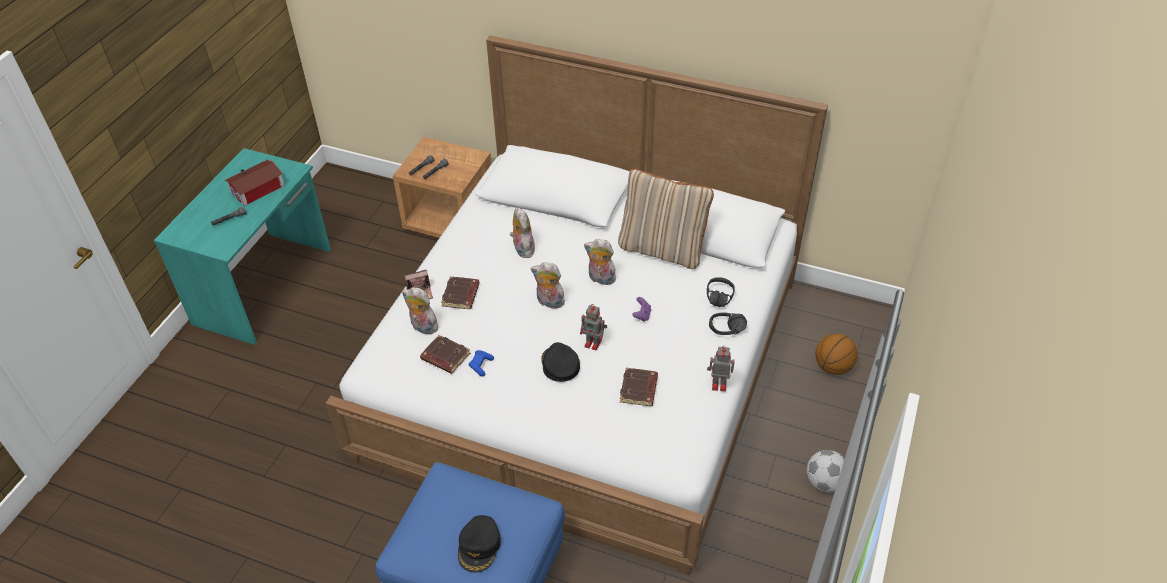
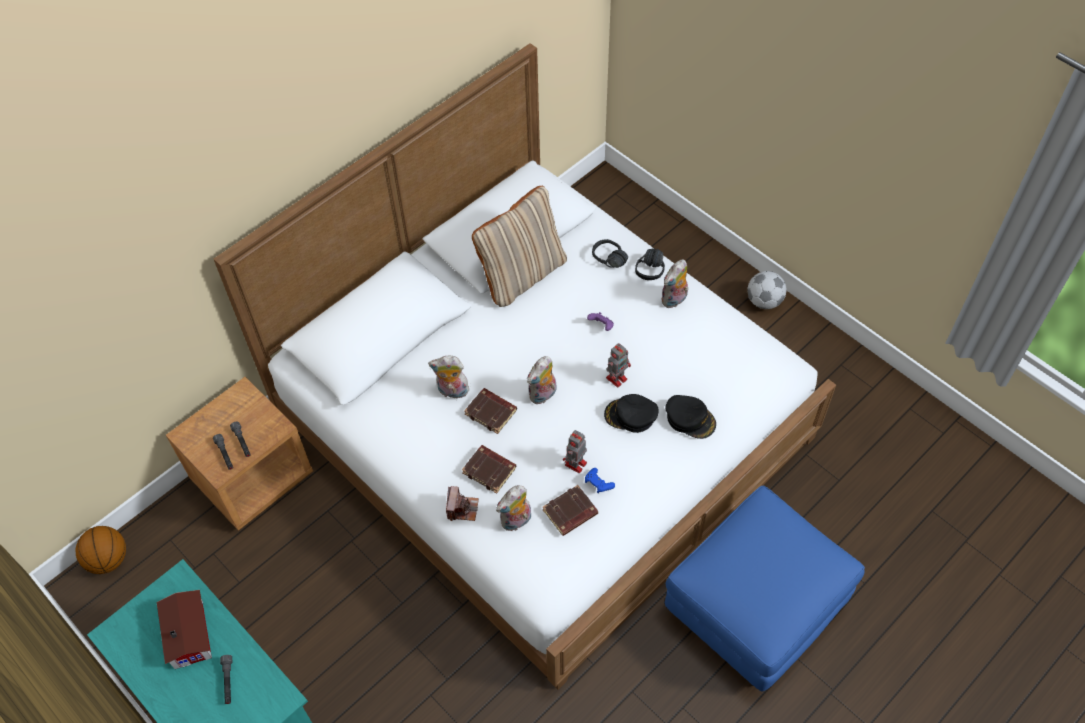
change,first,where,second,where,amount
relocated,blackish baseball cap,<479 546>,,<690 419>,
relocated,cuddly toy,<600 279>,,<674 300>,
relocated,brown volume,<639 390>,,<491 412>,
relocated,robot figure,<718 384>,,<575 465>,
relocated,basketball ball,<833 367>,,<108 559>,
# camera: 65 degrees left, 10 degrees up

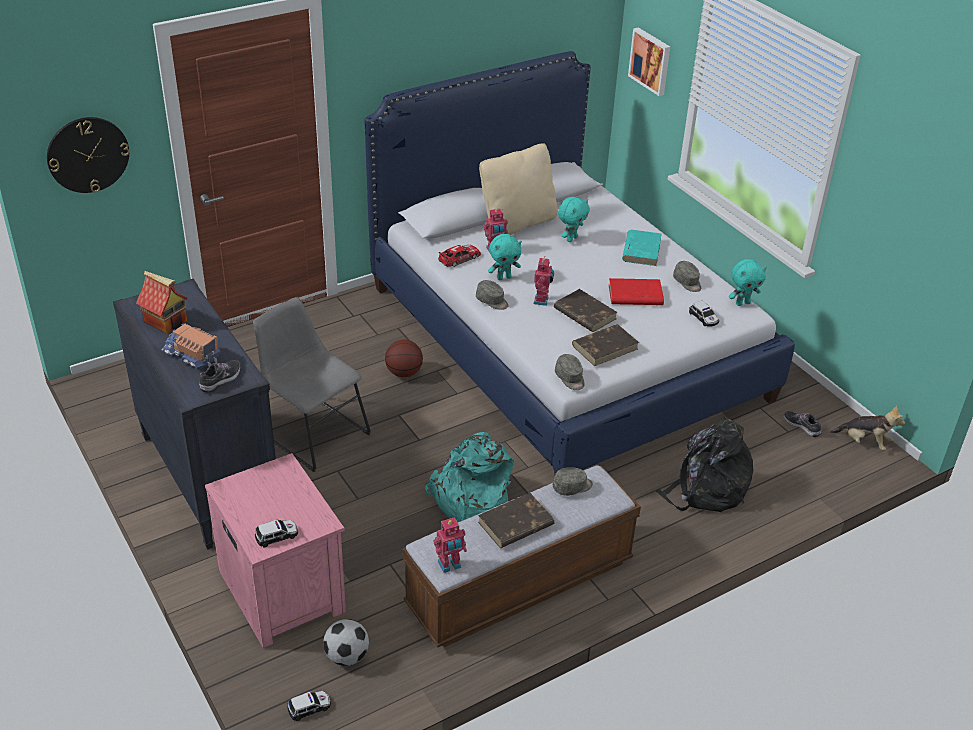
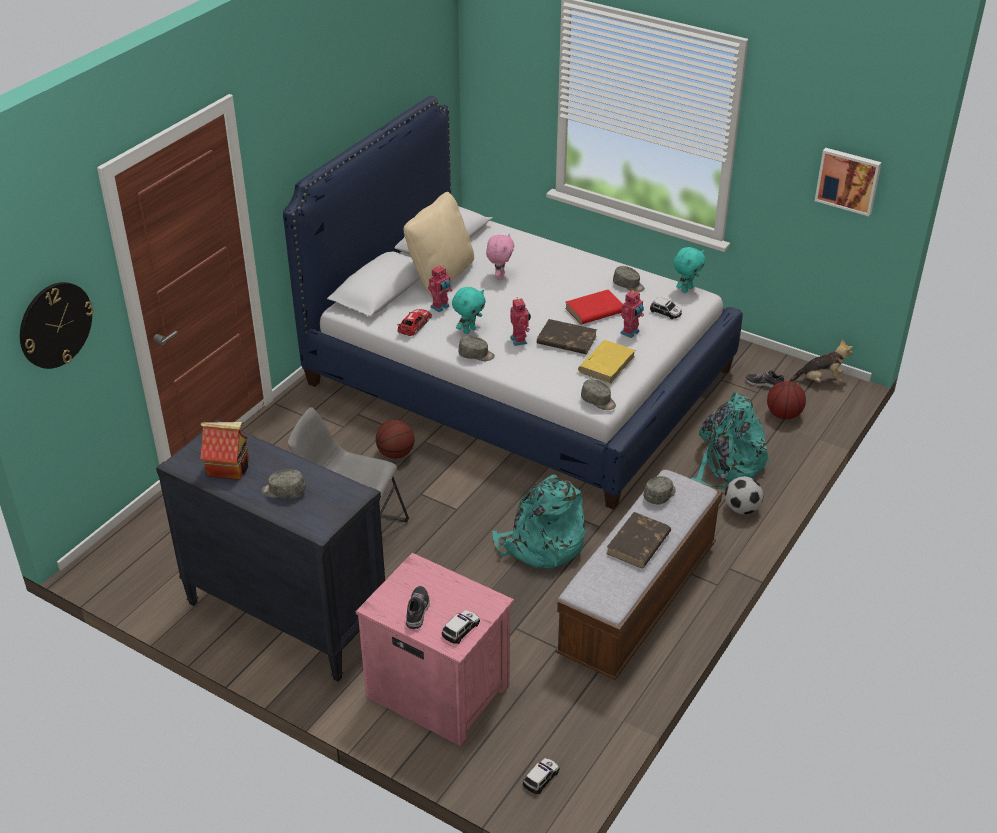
change,first,where,second,where,amount
missing,blue-green volume,<641 250>,,,
appeared,,,basketball ball,<784 415>,
relocated,low shoe,<221 380>,,<417 610>,
relocated,football ball,<347 656>,,<742 509>,
relocated,robot figure,<450 565>,,<631 333>,
relocated,picture,<651 61>,,<848 180>,
exchanged,model truck,<191 355>,grey baseball cap,<283 491>,
colour,blue-green cuddly toy,<571 238>,pink-coloured cuddly toy,<499 276>,
colour,brown volume,<605 347>,yellow volume,<606 364>,
colour,blackish knapsack,<706 489>,blue-green knapsack,<728 463>,
# camera: 25 degrees left, 0 degrees up

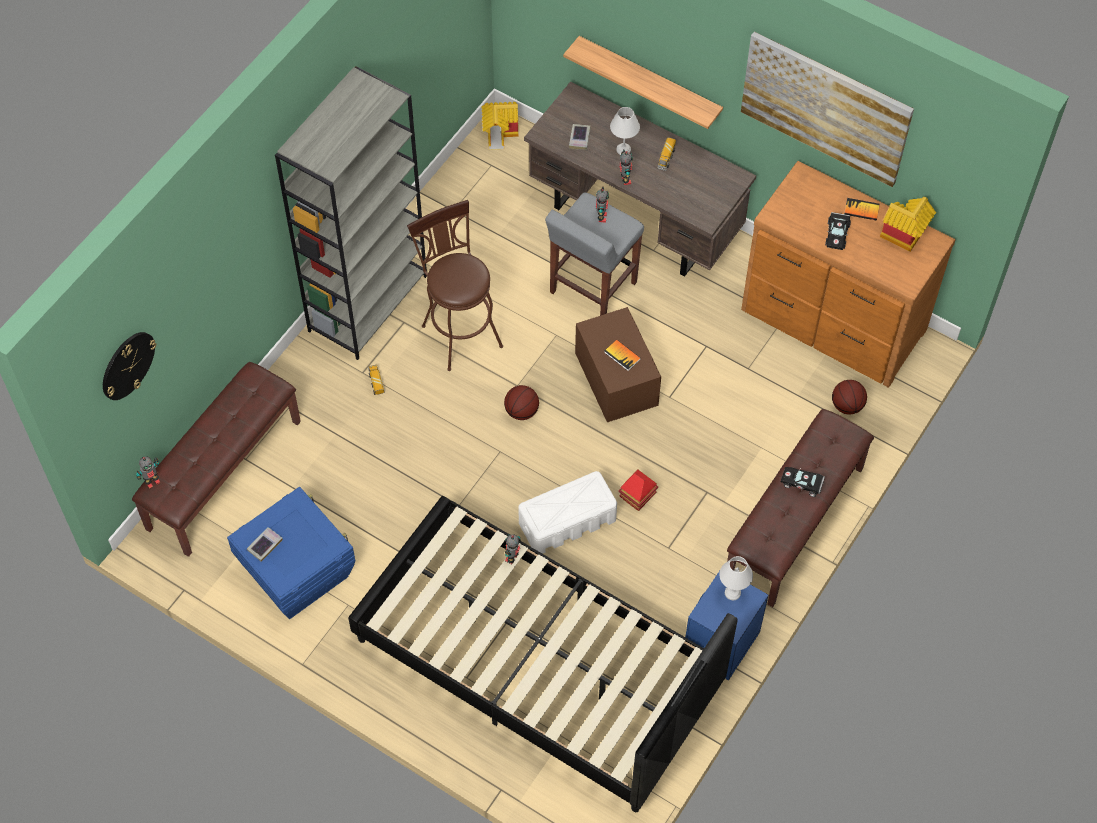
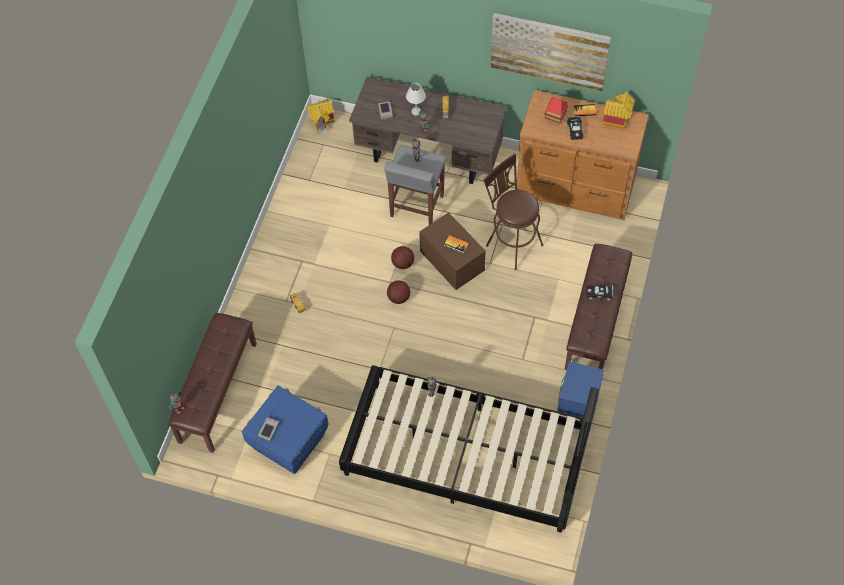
change,first,where,second,where,amount
missing,clock on the wall,<127 365>,,,
missing,grey shelving unit,<368 302>,,,
missing,white-coloured storage box,<568 521>,,,
missing,wall shelf,<649 82>,,,
missing,white-coloured lamp for a table,<733 592>,,,
relocated,brown sitting stool,<458 331>,,<511 242>,
relocated,model house,<637 498>,,<555 117>,
relocated,basketball ball,<847 406>,,<403 263>,
# camera: 15 degrees left, 0 degrees up

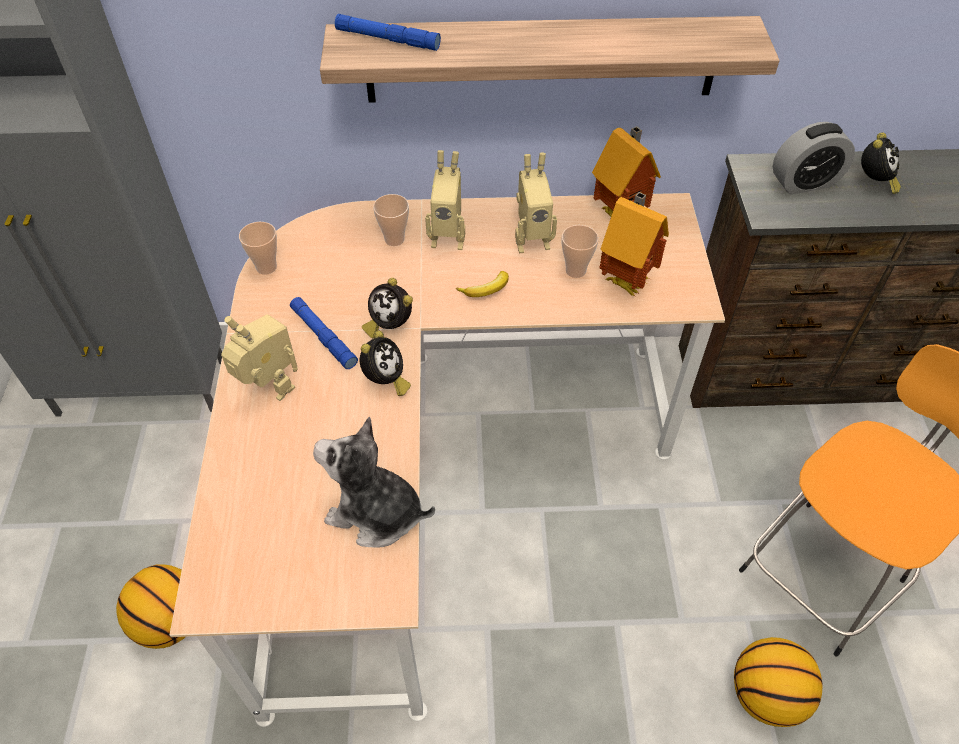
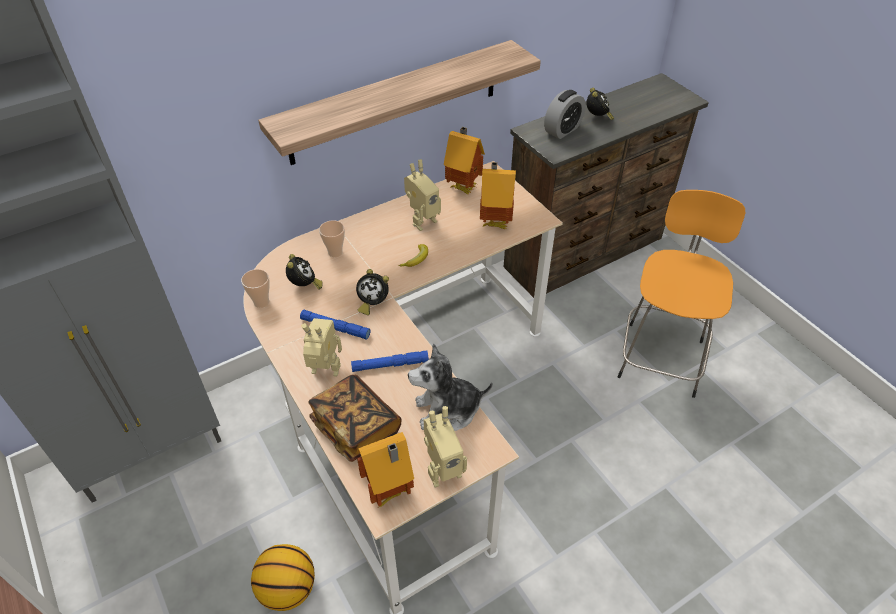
change,first,where,second,where,amount
missing,cup,<575 270>,,,
missing,basketball ball,<766 695>,,,
appeared,,,volume,<356 427>,
appeared,,,model house,<389 493>,
relocated,blue-coloured torch,<387 39>,,<390 365>,
relocated,bedside clock,<385 381>,,<304 286>,
relocated,robot figure,<448 238>,,<442 470>,
# camera: 30 degrees left, 5 degrees down

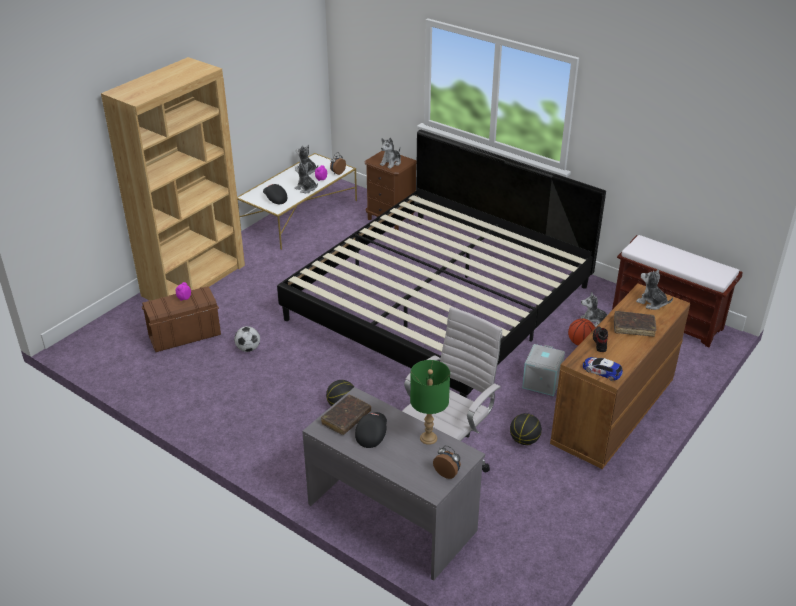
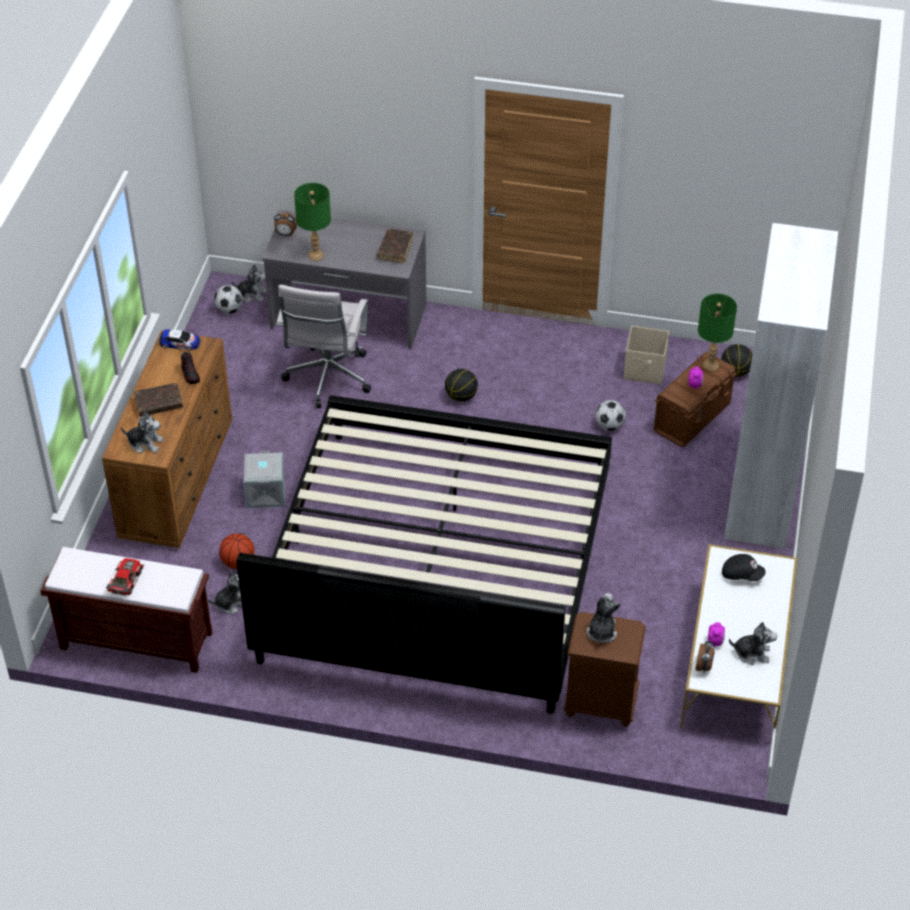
change,first,where,second,where,amount
missing,blackish baseball cap,<371 434>,,,
appeared,,,toy car,<124 580>,
appeared,,,football ball,<229 310>,
appeared,,,beige storage box,<645 370>,
appeared,,,green lamp for a table,<710 365>,
relocated,cuddly toy,<306 189>,,<252 294>,
relocated,basketball ball,<524 440>,,<735 372>,
colour,brown shelving unit,<194 280>,white-coloured shelving unit,<761 494>,
# camera: 155 degrees right, 10 degrees up

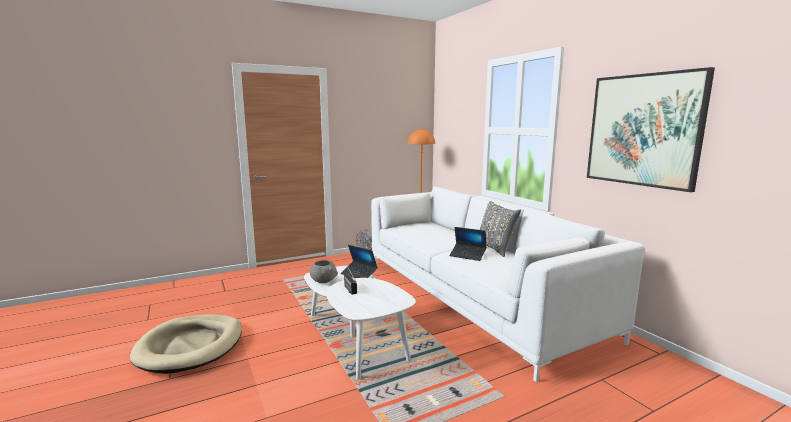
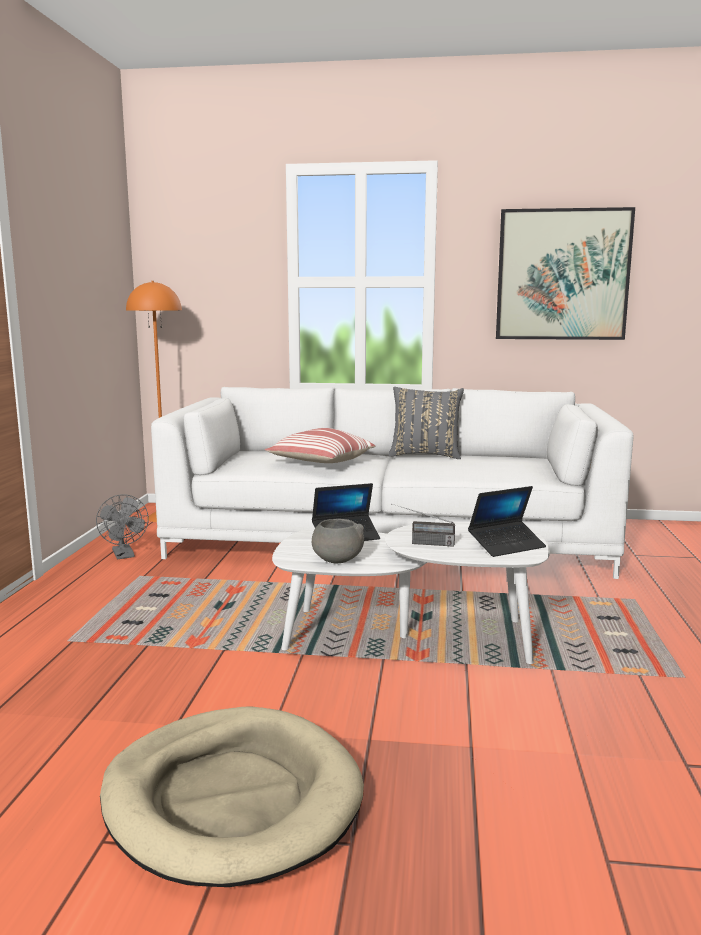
change,first,where,second,where,amount
appeared,,,pillow,<320 463>,
relocated,laptop,<468 255>,,<506 545>,
# camera: 55 degrees left, 0 degrees up

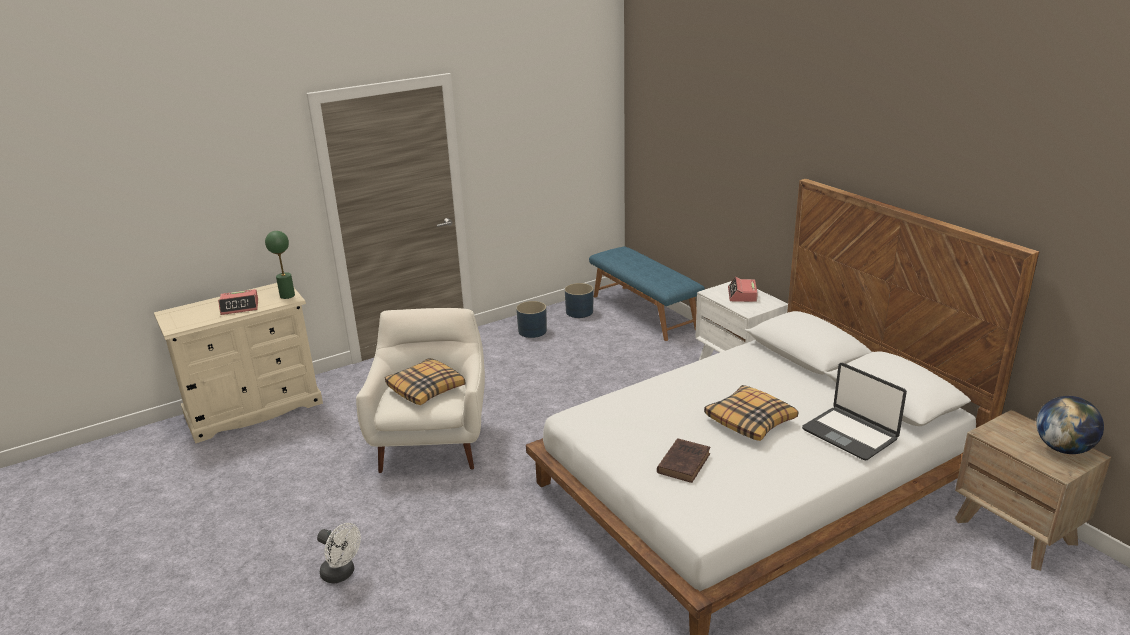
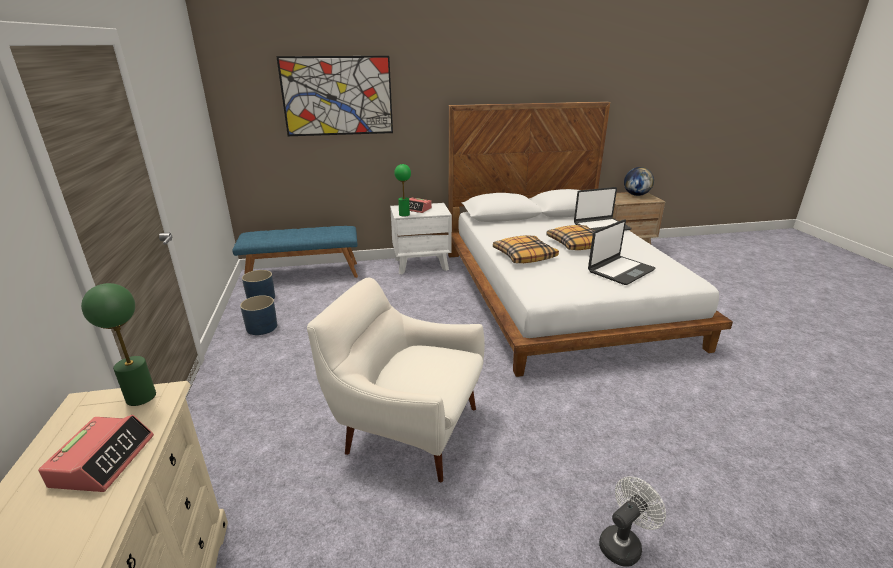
change,first,where,second,where,amount
appeared,,,picture,<337 96>,
appeared,,,green lamp for a table,<404 214>,
relocated,pillow,<426 389>,,<524 256>,
exchanged,brown volume,<684 462>,laptop,<620 270>,
# camera: 70 degrees left, 0 degrees up

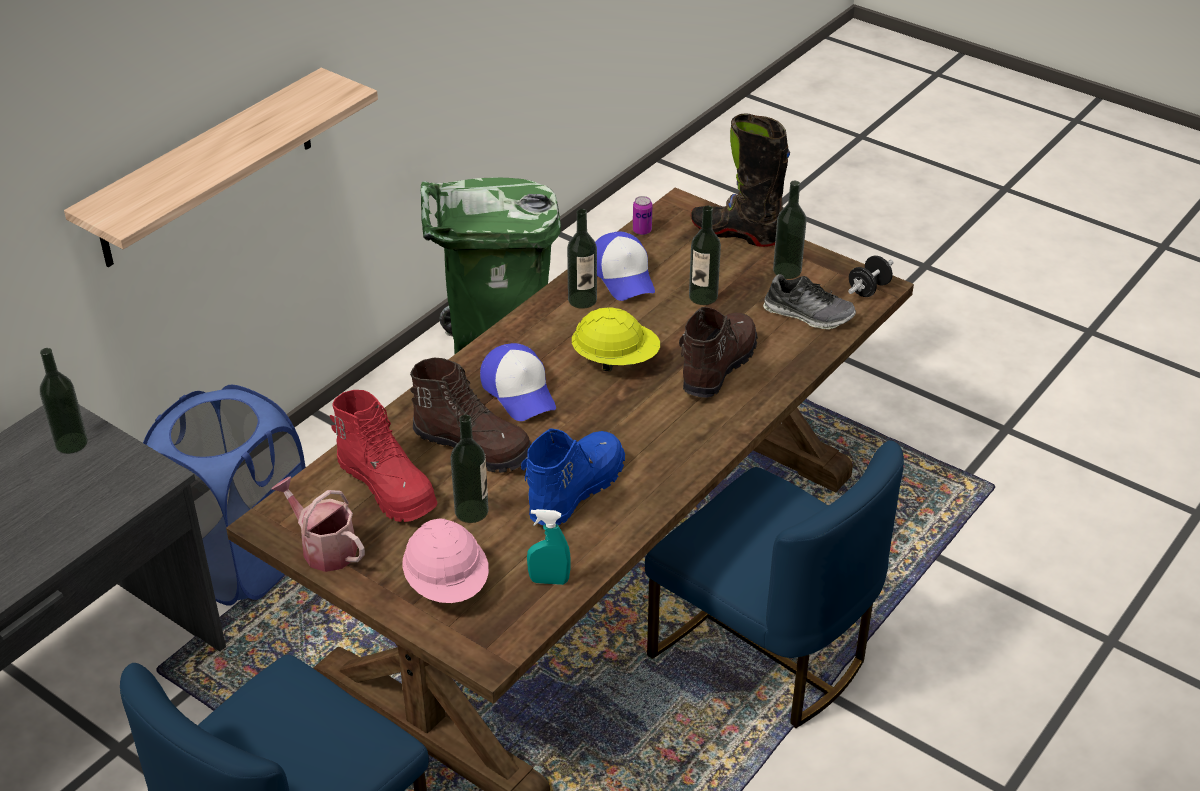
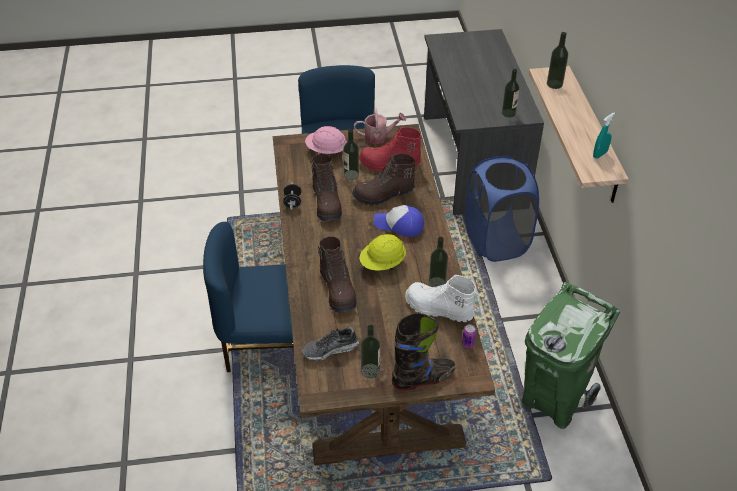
change,first,where,second,where,amount
relocated,blue-green sprayer,<549 580>,,<600 154>,
relocated,drink bottle,<703 296>,,<554 84>,
relocated,blackish hand weight,<868 289>,,<292 202>,
exchanged,baseball cap,<623 276>,white-coloured boot,<438 309>,
colour,blue-coloured boot,<574 490>,brown boot,<327 203>,
# camera: 135 degrees right, 5 degrees up

